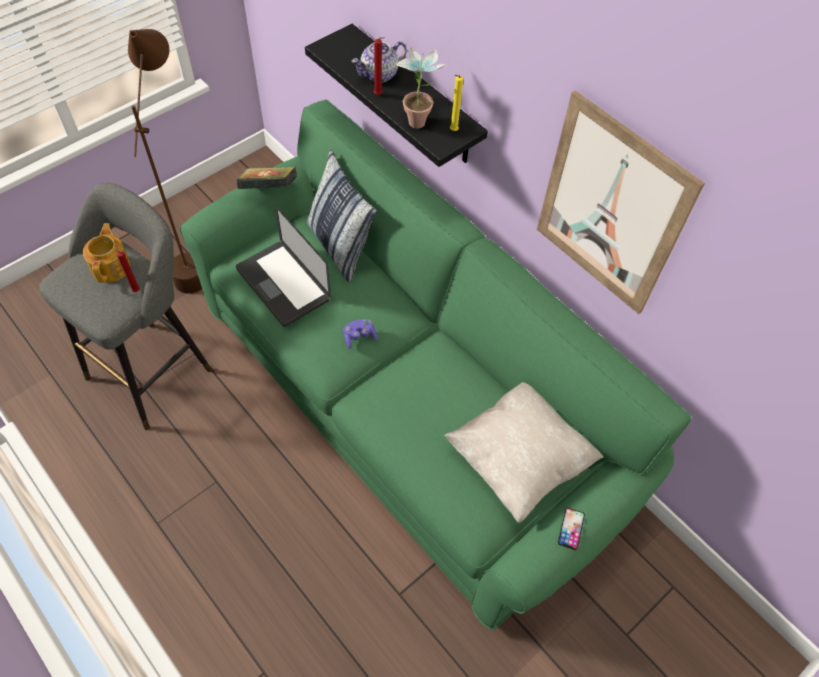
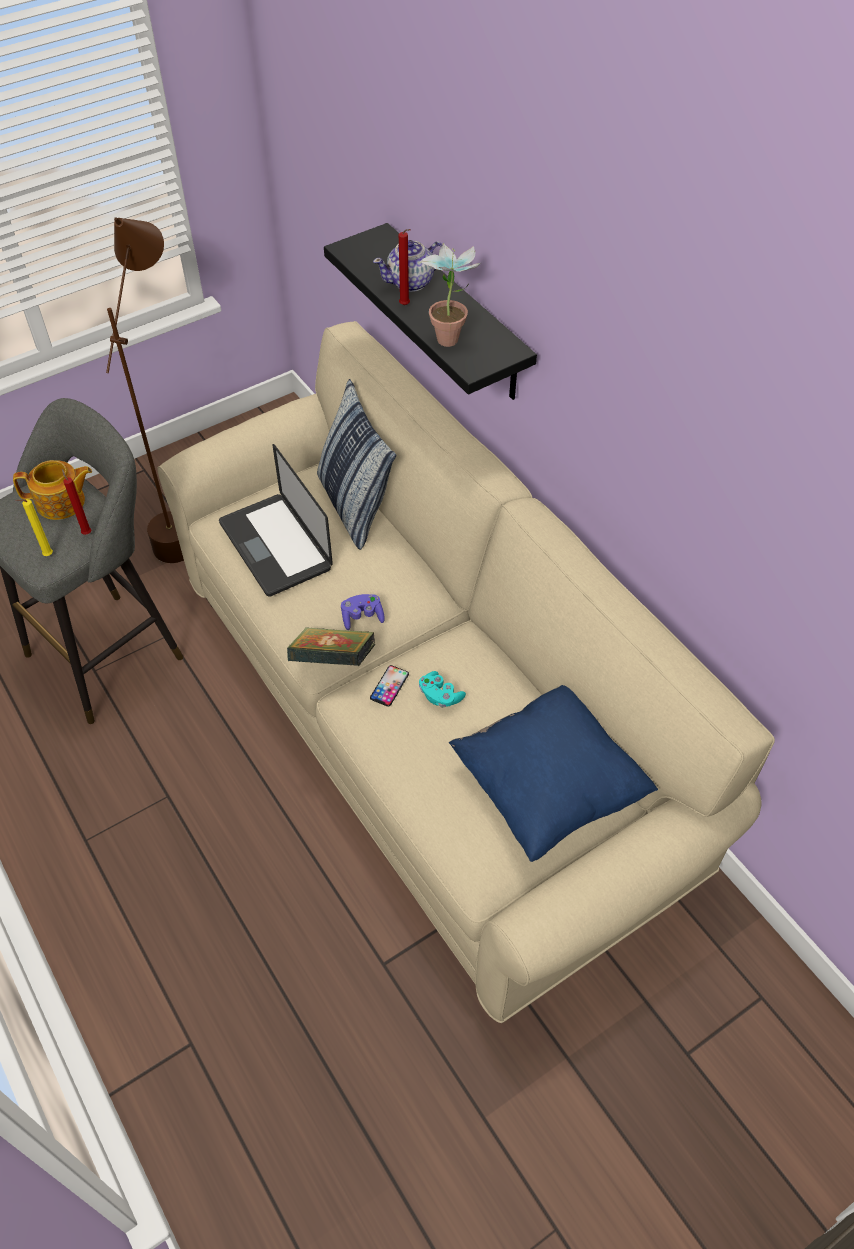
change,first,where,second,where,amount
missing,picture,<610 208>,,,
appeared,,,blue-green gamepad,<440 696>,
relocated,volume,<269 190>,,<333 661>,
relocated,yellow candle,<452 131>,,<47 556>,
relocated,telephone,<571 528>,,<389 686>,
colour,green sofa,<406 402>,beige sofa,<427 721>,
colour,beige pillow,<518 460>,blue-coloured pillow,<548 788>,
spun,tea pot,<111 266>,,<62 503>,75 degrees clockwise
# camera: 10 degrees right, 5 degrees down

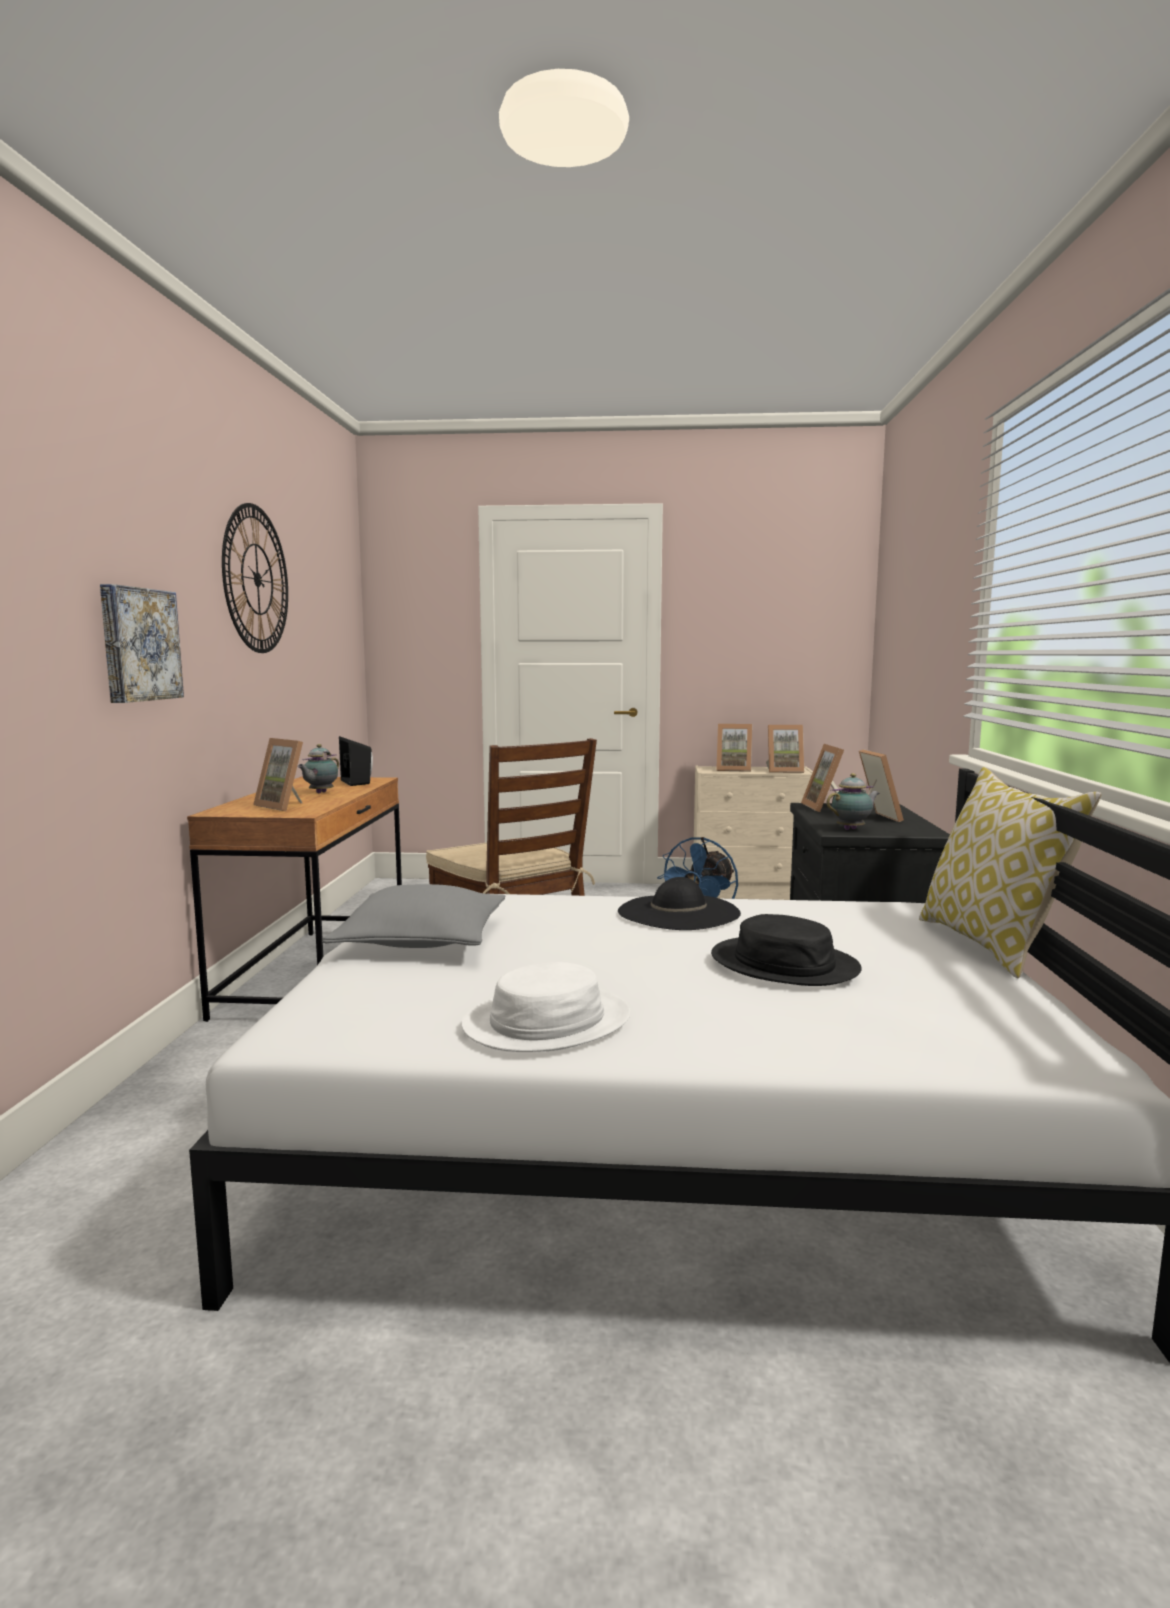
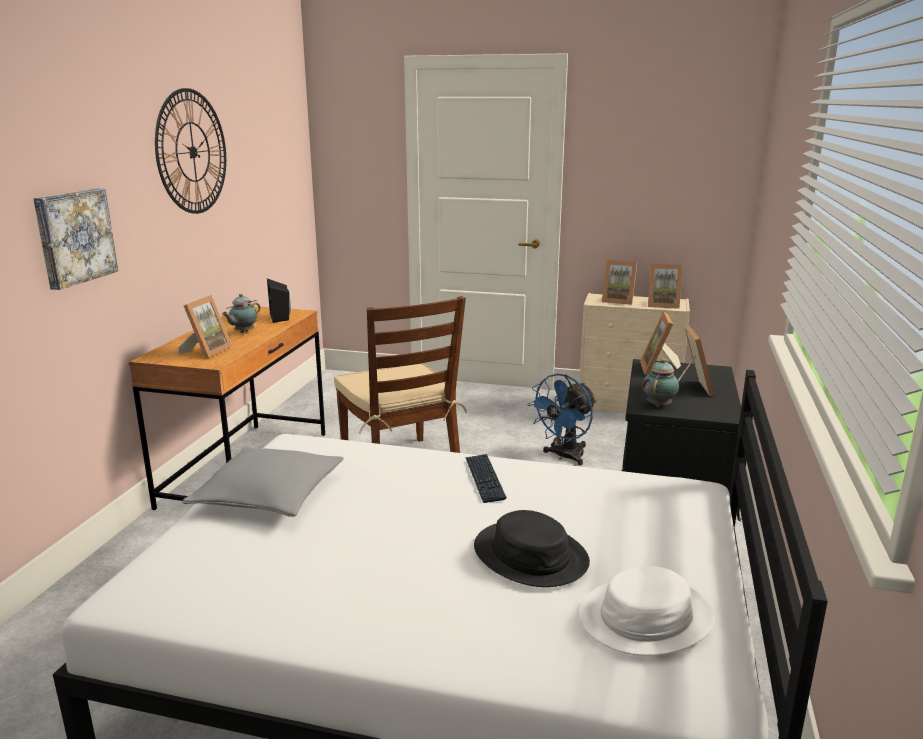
change,first,where,second,where,amount
missing,pillow,<991 945>,,,
relocated,white-coloured hat,<547 1022>,,<646 617>,
exchanged,blackish hat,<678 912>,keyboard,<484 479>,
spun,picture frame,<285 806>,,<206 351>,120 degrees counterclockwise
spun,tea pot,<852 829>,,<659 405>,45 degrees counterclockwise
# camera: 10 degrees right, 10 degrees up

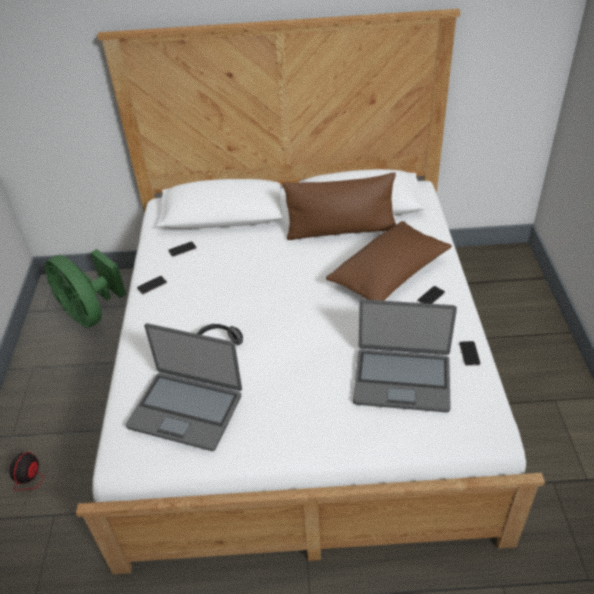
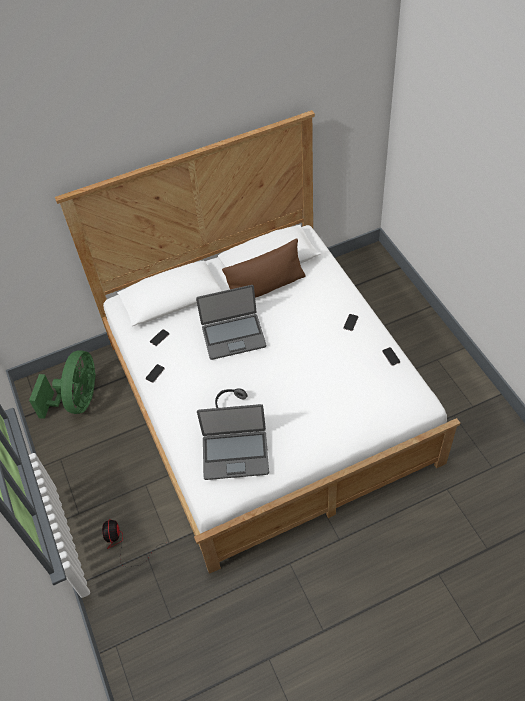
change,first,where,second,where,amount
missing,brown pillow,<389 275>,,,
relocated,laptop,<402 379>,,<233 336>,
spun,green electric fan,<90 313>,,<77 400>,105 degrees counterclockwise
# camera: 20 degrees left, 10 degrees up

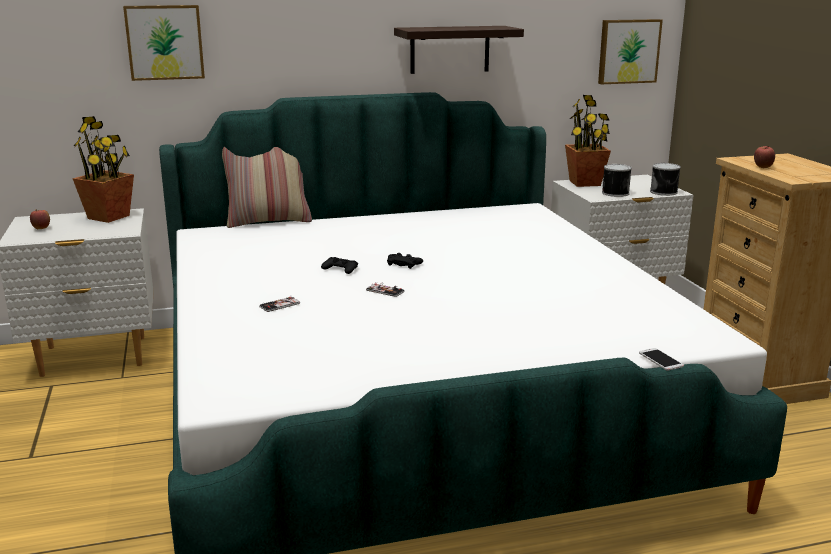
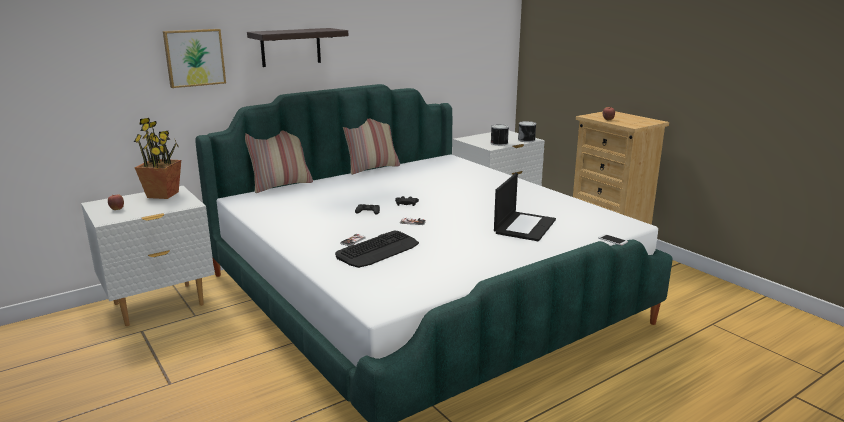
change,first,where,second,where,amount
missing,houseplant,<585 183>,,,
missing,picture,<628 51>,,,
appeared,,,keyboard,<378 250>,
appeared,,,pillow,<372 168>,
appeared,,,laptop,<524 226>,
relocated,wall shelf,<449 49>,,<291 47>,
# camera: 20 degrees left, 0 degrees up

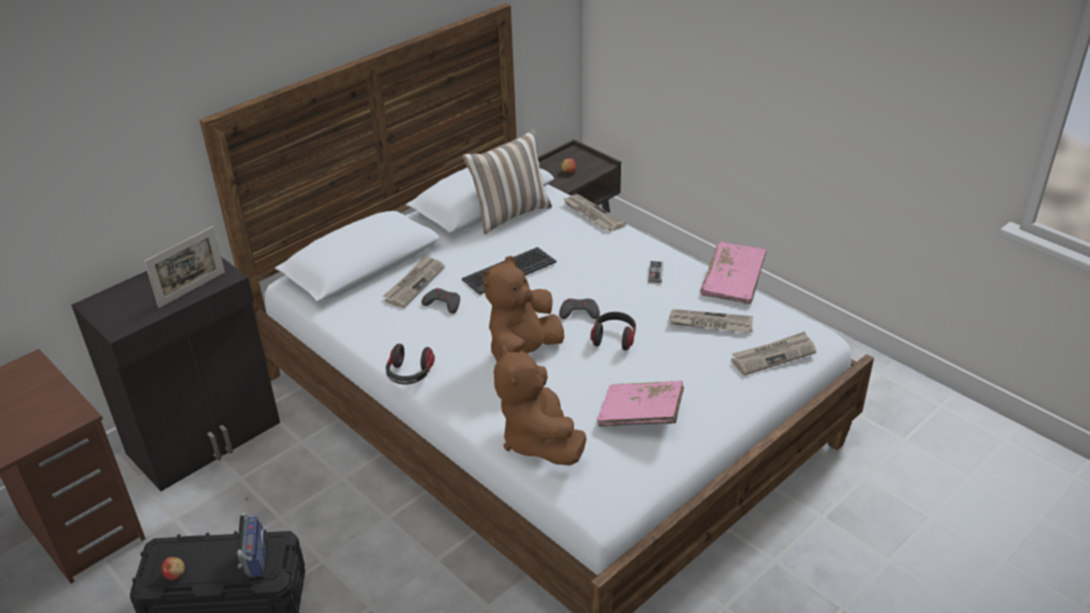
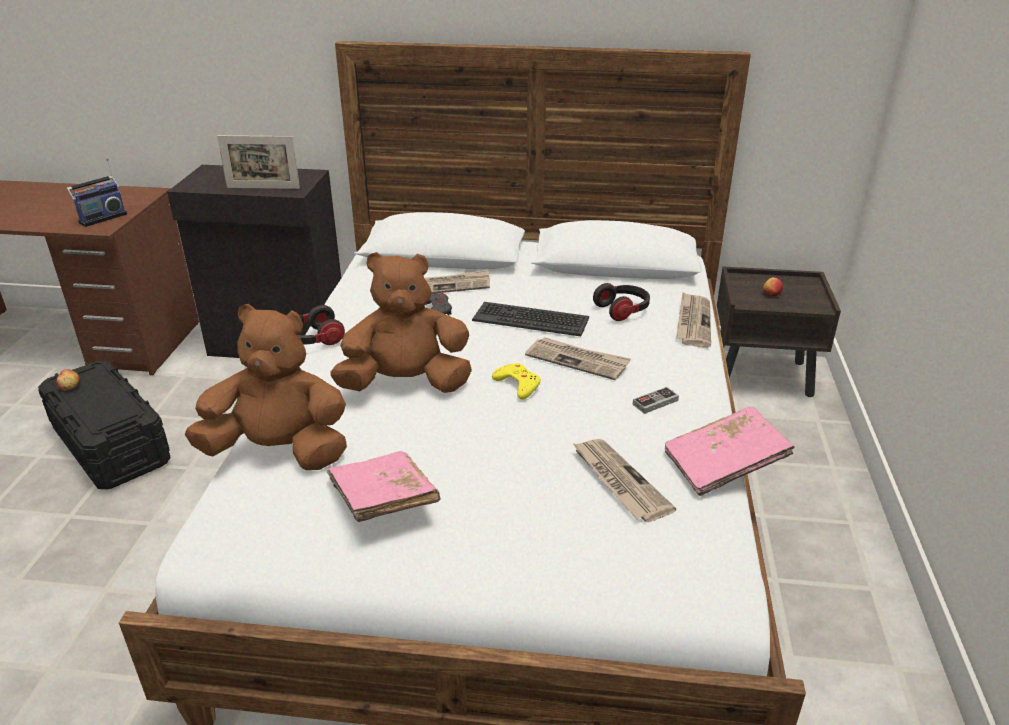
change,first,where,second,where,amount
missing,pillow,<510 214>,,,
relocated,radio receiver,<254 560>,,<102 218>,
relocated,headset,<614 338>,,<623 310>,
relocated,newspaper,<773 355>,,<578 360>,
colour,grey gamepad,<579 312>,yellow gamepad,<518 384>,
spun,brown cuddly toy,<538 440>,,<279 451>,60 degrees clockwise
# camera: 50 degrees right, 5 degrees down

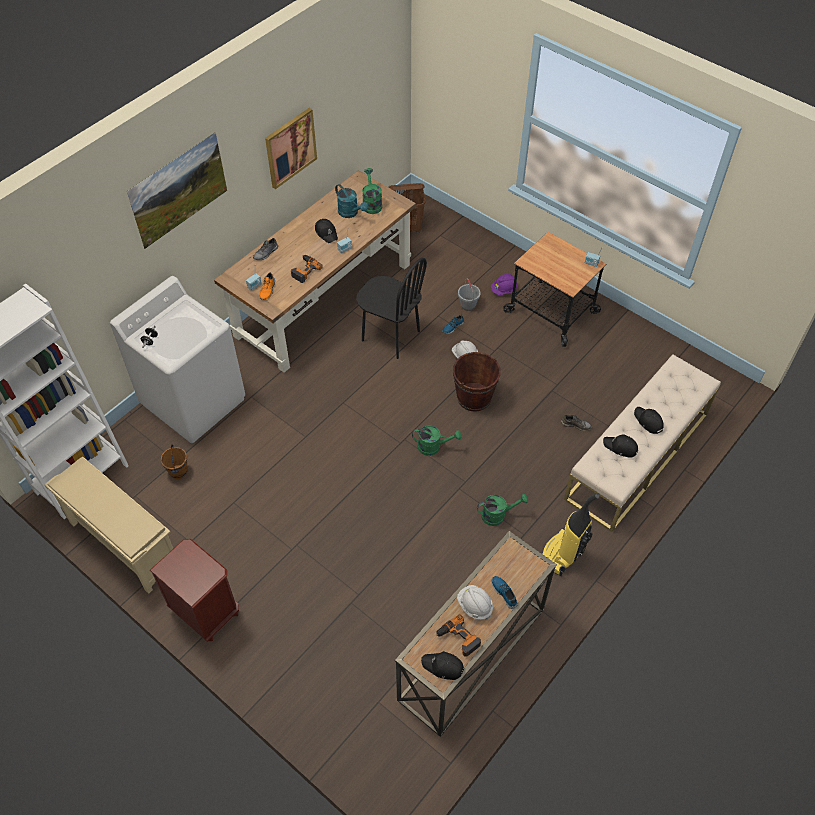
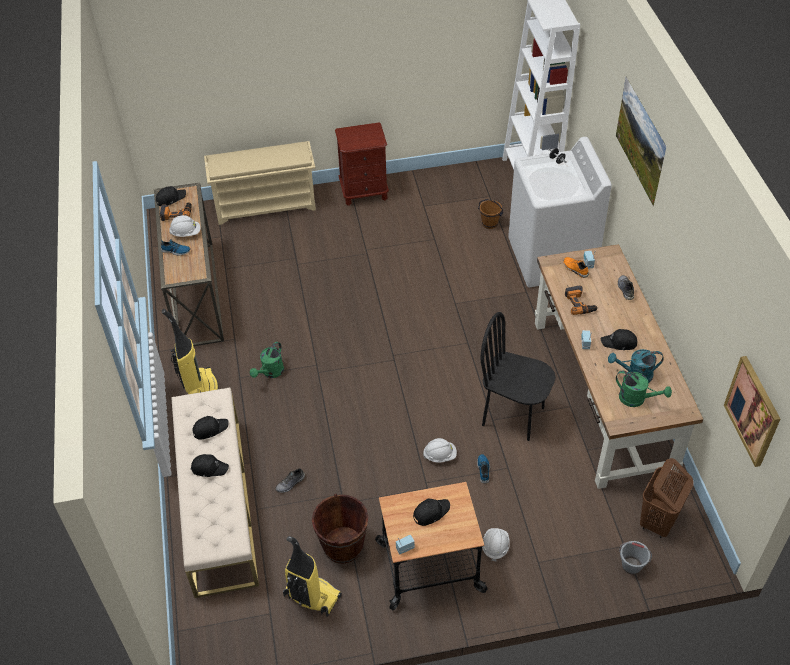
change,first,where,second,where,amount
missing,green watering can,<433 447>,,,
appeared,,,vacuum cleaner,<311 596>,
appeared,,,blackish baseball cap,<430 512>,
relocated,beige shoe stand,<123 543>,,<266 205>,
relocated,picture,<290 147>,,<753 411>,
relocated,brown pail,<474 397>,,<343 545>,
relocated,grey pail,<468 305>,,<631 566>,
colour,purple work helmet,<504 290>,white-coloured work helmet,<495 547>,
spun,blackish chair,<390 336>,,<513 416>,45 degrees clockwise
# camera: 130 degrees right, 5 degrees down

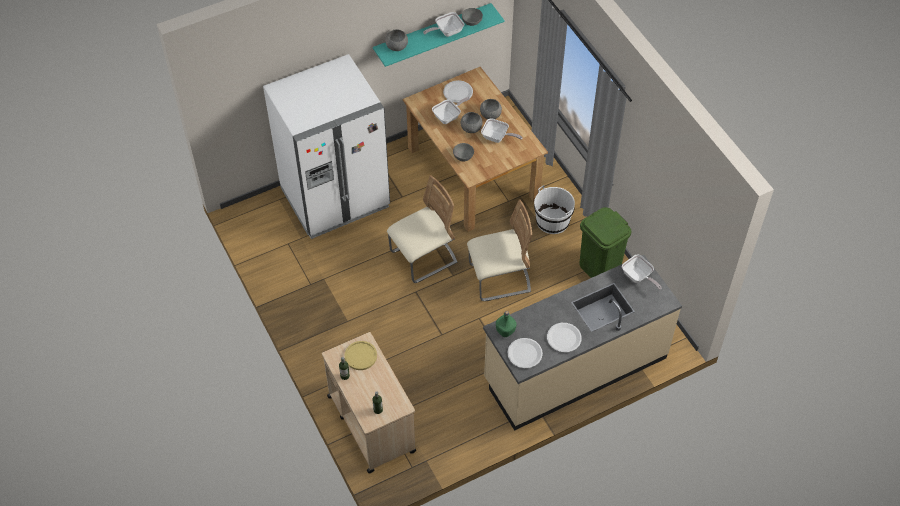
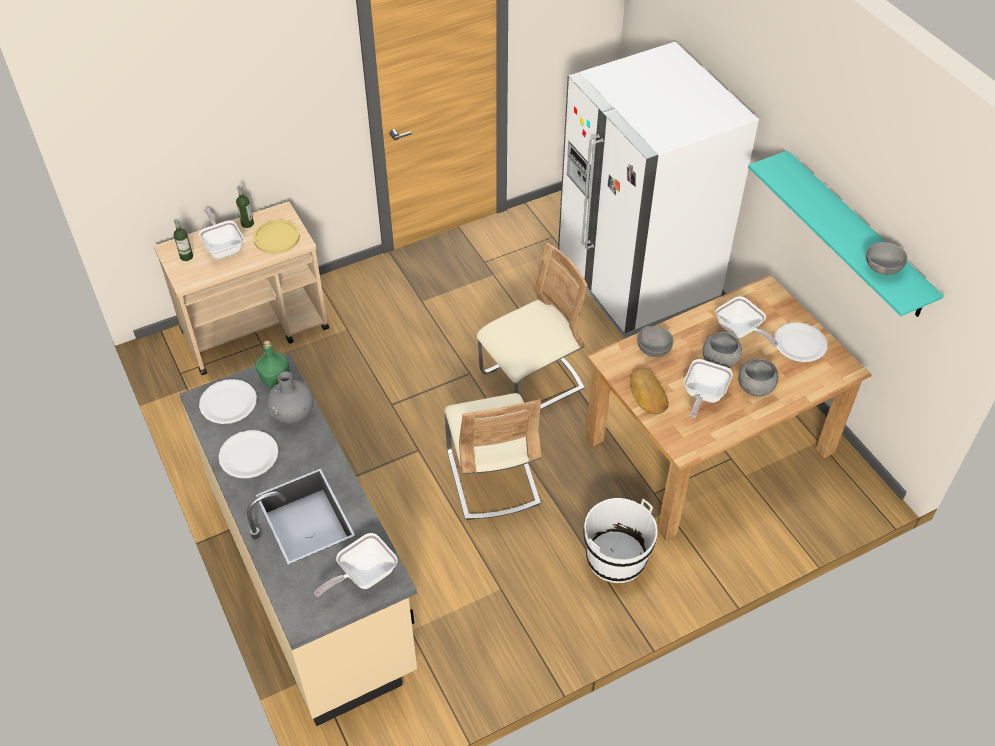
change,first,where,second,where,amount
missing,grey serving bowl,<396 46>,,,
missing,green trash can,<600 268>,,,
appeared,,,grey vase,<292 413>,
appeared,,,bread,<647 395>,
relocated,pan,<446 32>,,<223 247>,
spun,beige chair,<423 258>,,<531 382>,90 degrees counterclockwise
# camera: 90 degrees right, 5 degrees down

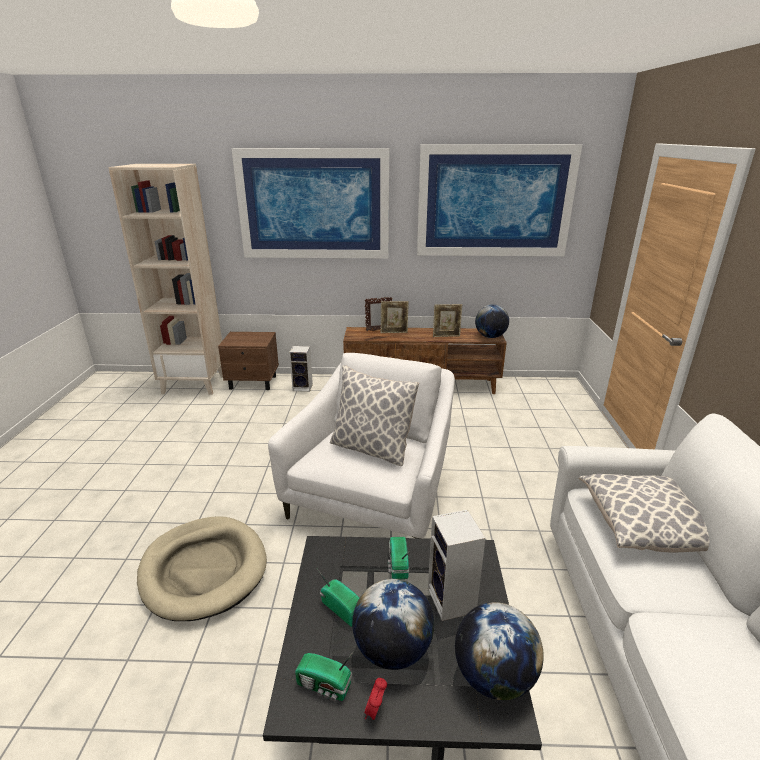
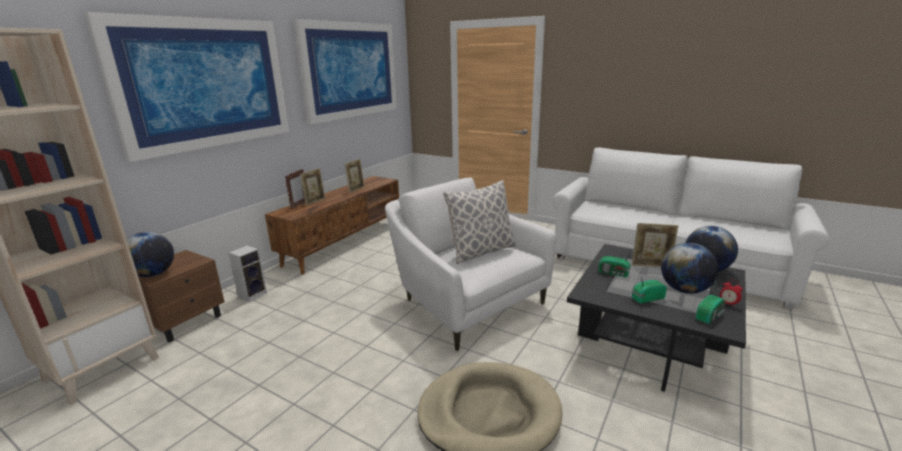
change,first,where,second,where,amount
missing,pillow,<642 526>,,,
relocated,world globe,<490 336>,,<153 274>,
exchanged,speaker,<453 601>,picture frame,<651 266>,
# camera: 60 degrees left, 5 degrees down

